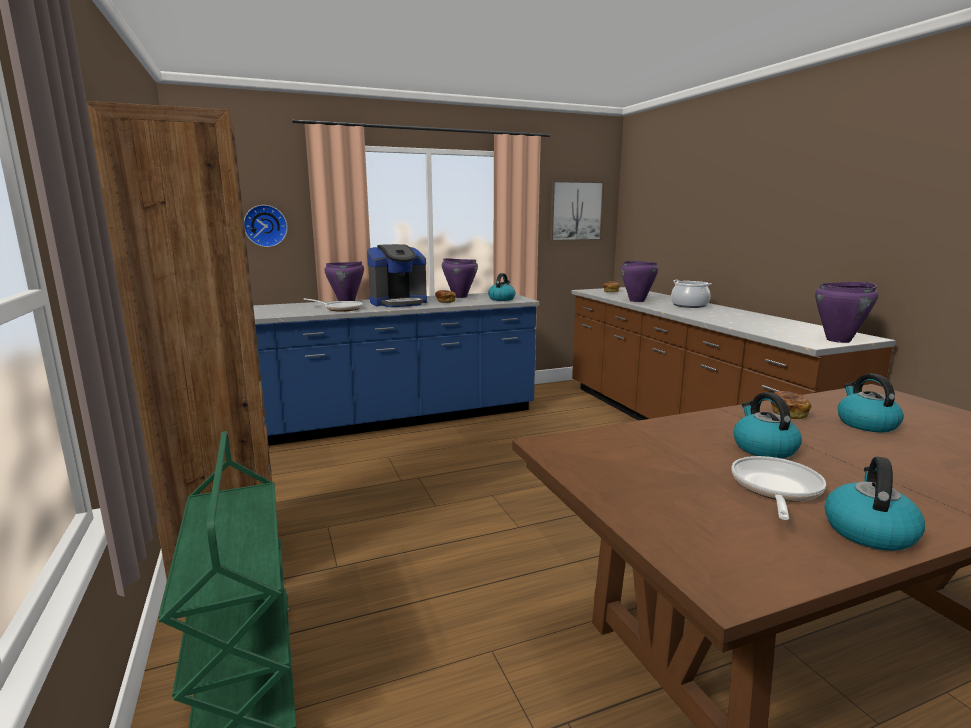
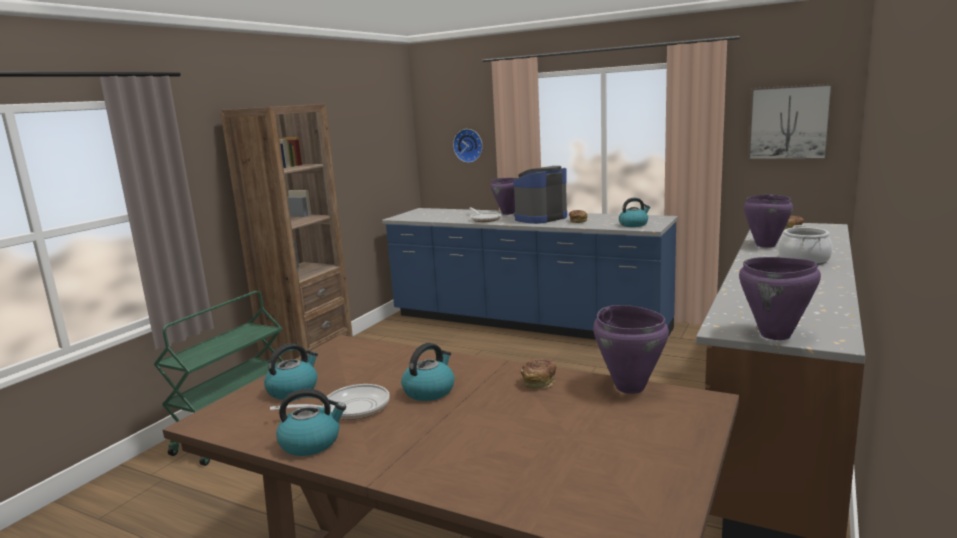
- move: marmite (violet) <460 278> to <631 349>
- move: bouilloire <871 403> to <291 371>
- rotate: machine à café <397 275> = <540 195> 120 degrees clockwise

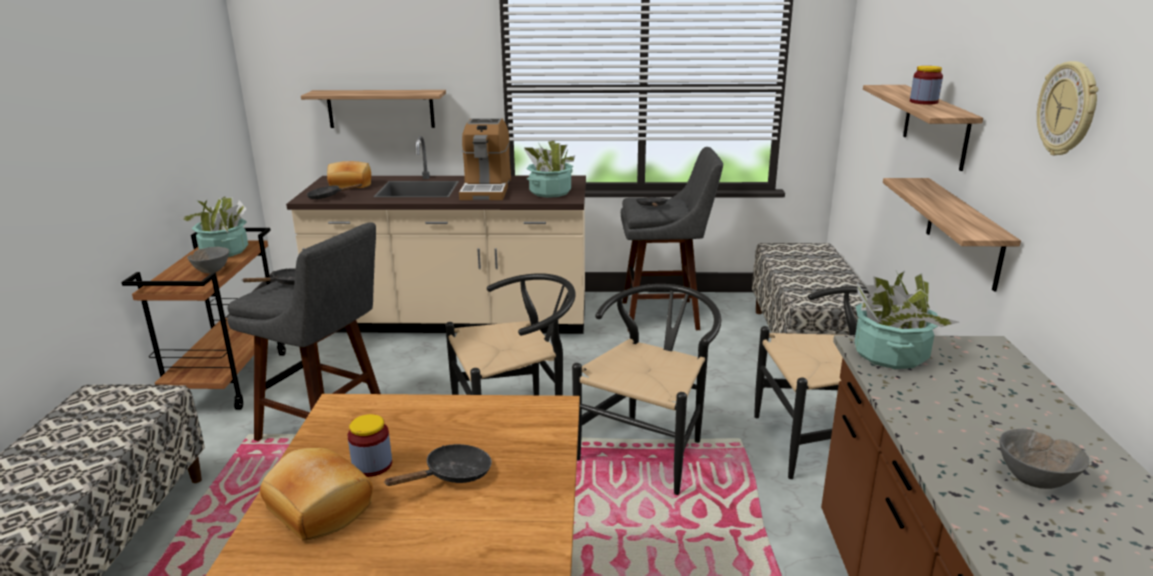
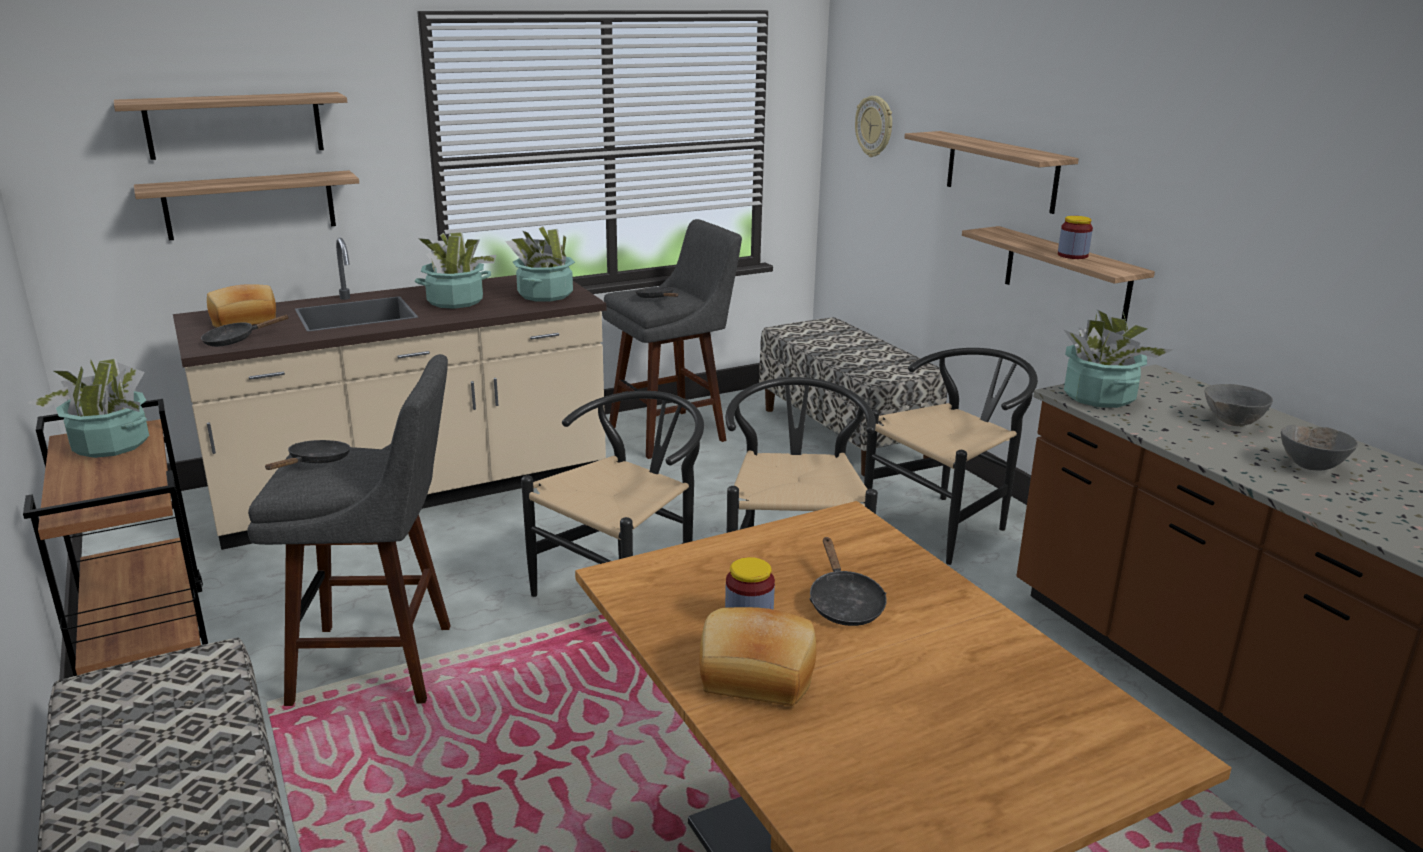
- insert: étagère <230 126>
- move: bol (gris) <208 260> to <1238 405>
- move: bocal <926 85> to <1075 237>
- move: horloge murale <1067 108> to <873 126>
- replace: machine à café <485 159> to plante en pot <455 270>
- rotate: poêle (noir) <438 465> = <848 581> 150 degrees clockwise

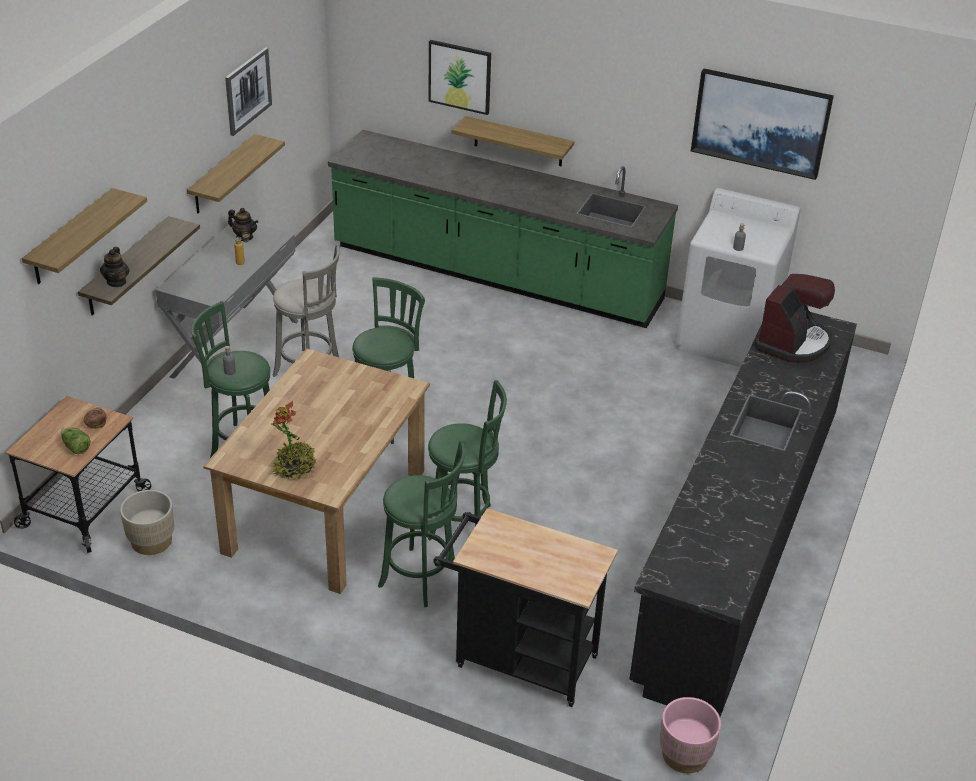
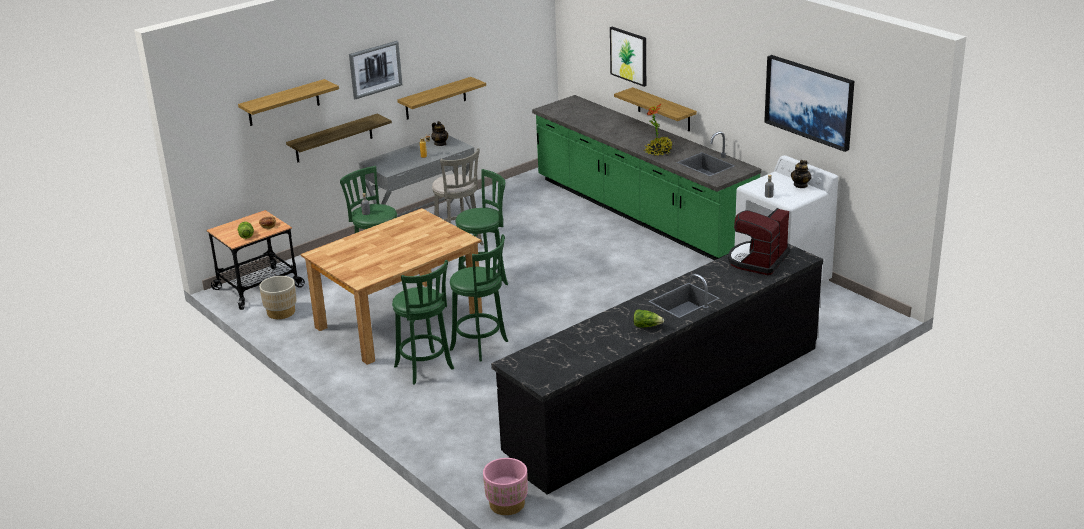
- delete: chariot (noir) <525 607>
- insert: laitue <648 318>
- move: théière <114 267> to <801 174>
- move: tableau <248 91> to <375 70>
- move: plante en pot <293 440> to <658 129>
- rotate: machine à café <795 318> = <759 241> 150 degrees clockwise

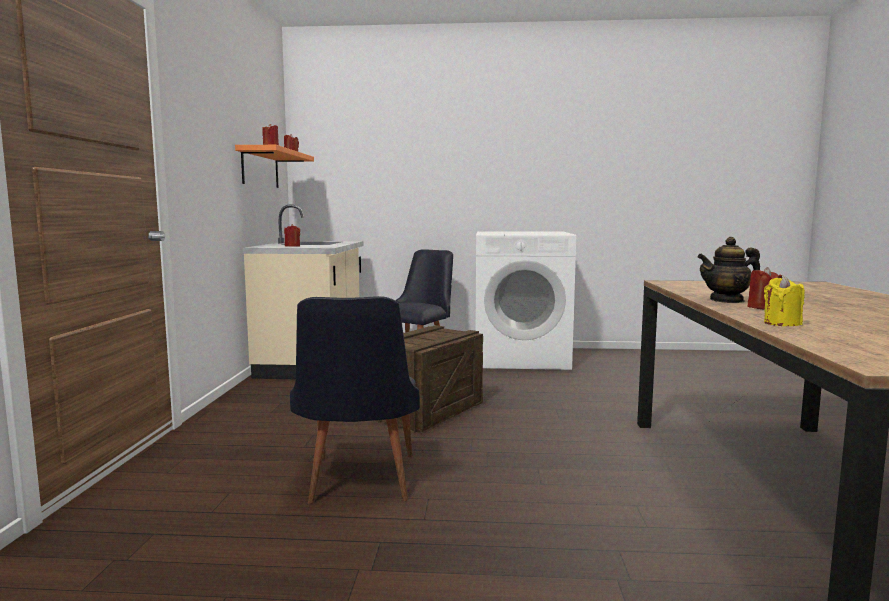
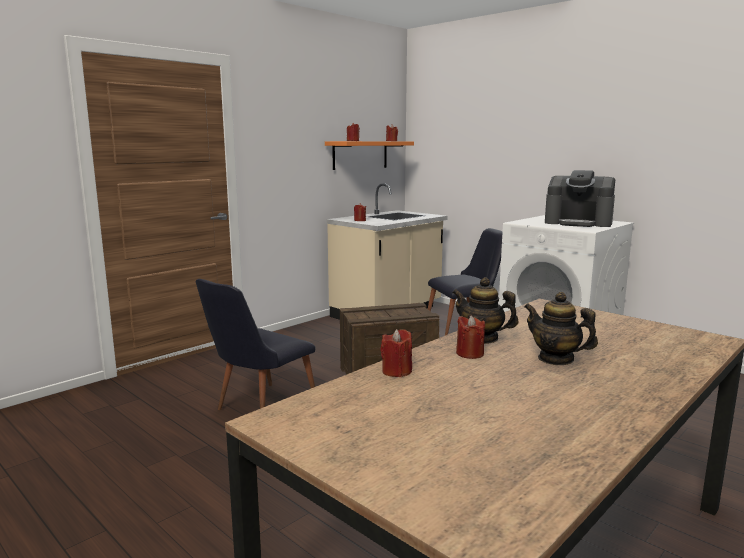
- insert: théière <561 328>
- insert: machine à café <580 198>
- recolor: bougie (jaune) <784 301> to bougie (rouge) <396 353>

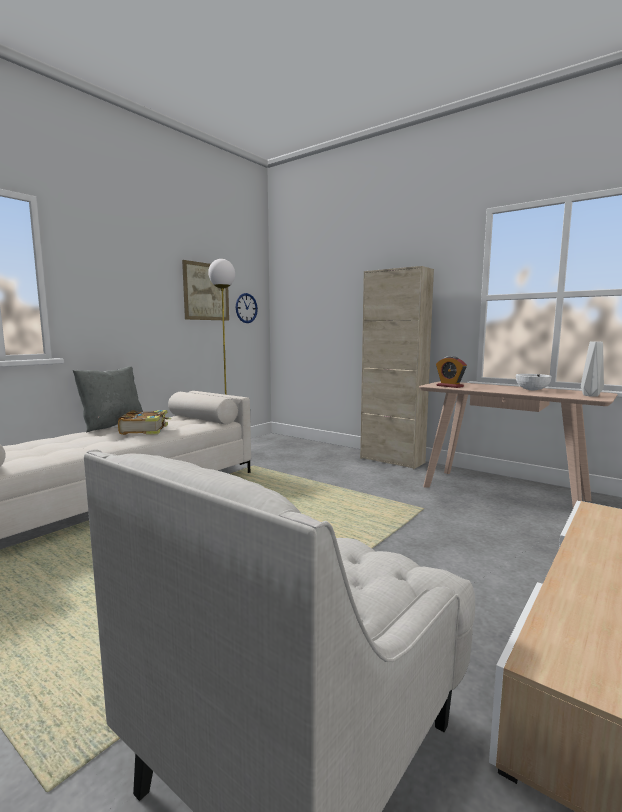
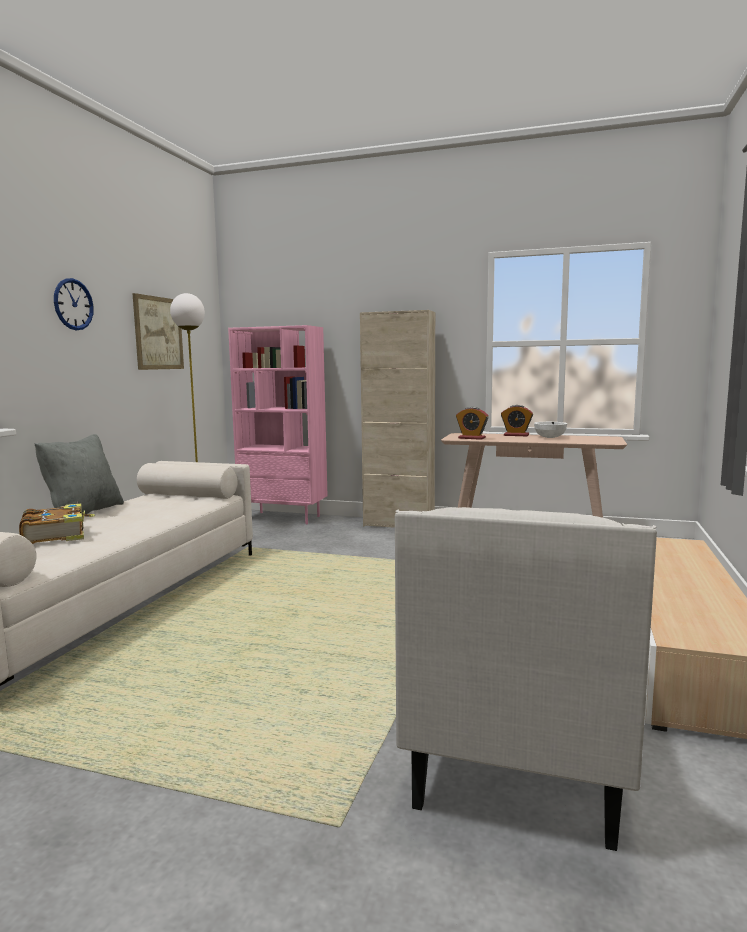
- delete: vase (gris) <592 369>
- insert: bibliothèque (rose) <277 424>
- insert: réveil <517 420>
- move: livre <144 422> to <57 524>
- move: horloge murale <247 308> to <74 304>

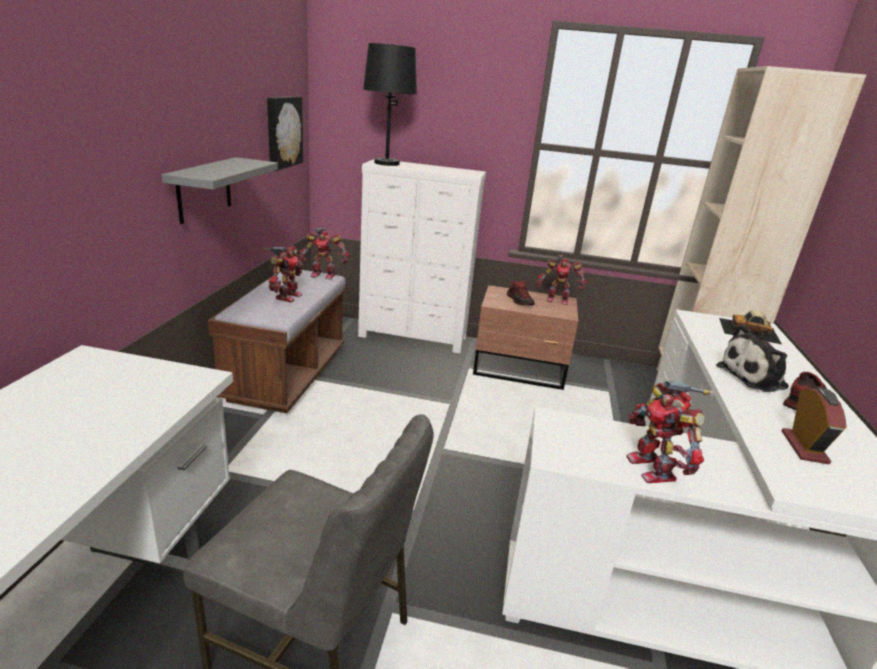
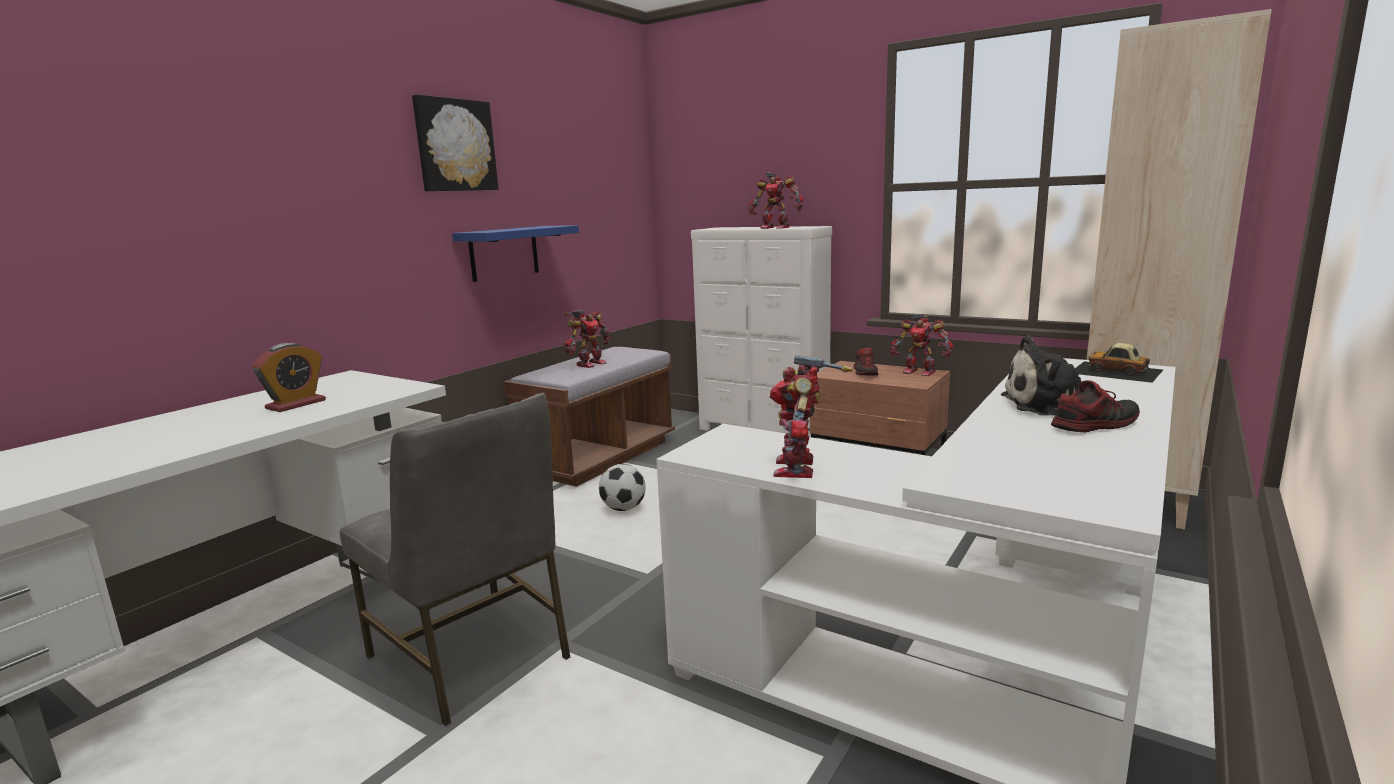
- delete: lampe de table (noir) <390 104>
- insert: ballon de foot <622 487>
- move: tableau <285 133> to <455 143>
- move: robot jouet <324 253> to <776 200>
- move: réveil <814 425> to <289 377>
- recolor: étagère (gris) <220 190> to étagère (bleu) <515 253>

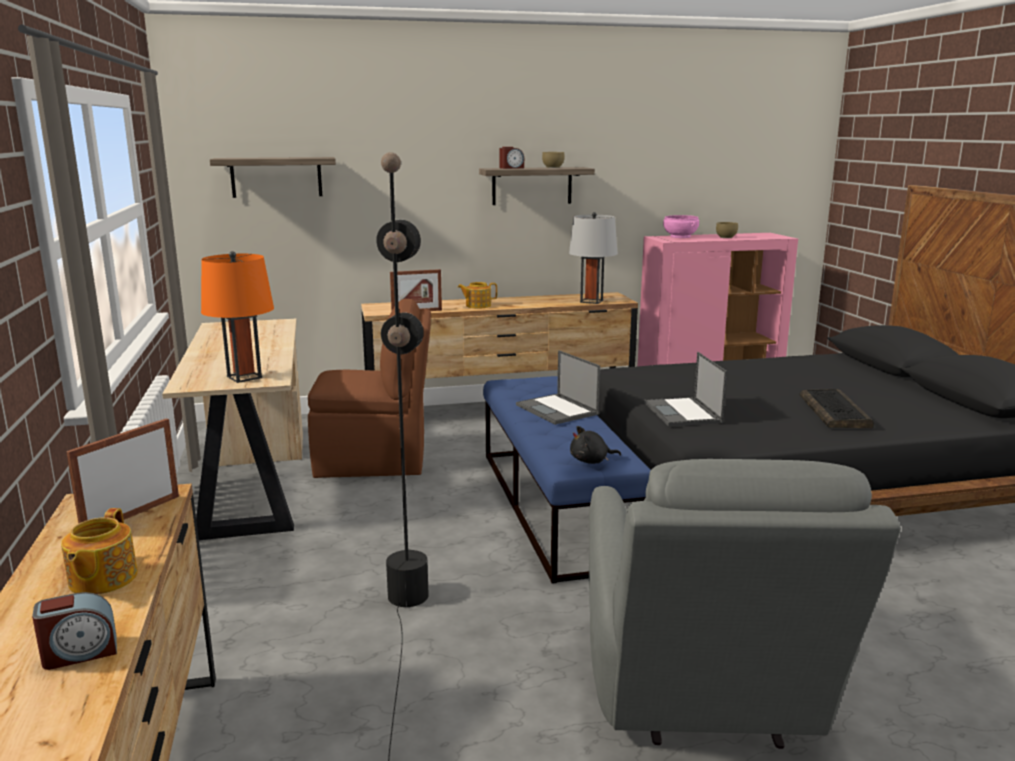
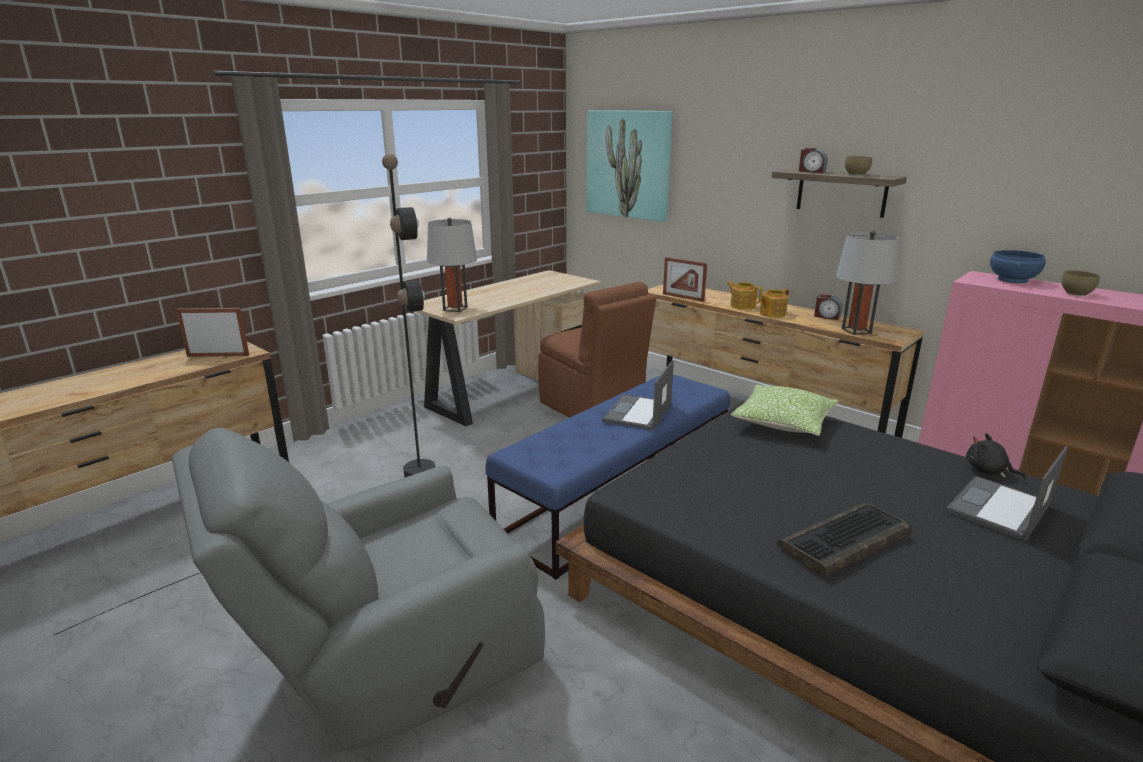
- insert: coussin <784 410>
- move: réveil <74 631> to <828 307>
- move: théière <99 551> to <774 303>
- move: peluche (noir) <595 445> to <996 456>
- move: ordinateur portable <685 389> to <1007 493>
- replace: étagère <273 177> to tableau <629 166>
- recolor: lampe de table (orange) <237 317> to lampe de table (gris) <452 265>
- recolor: bol (rose) <681 226> to bol (bleu) <1018 266>

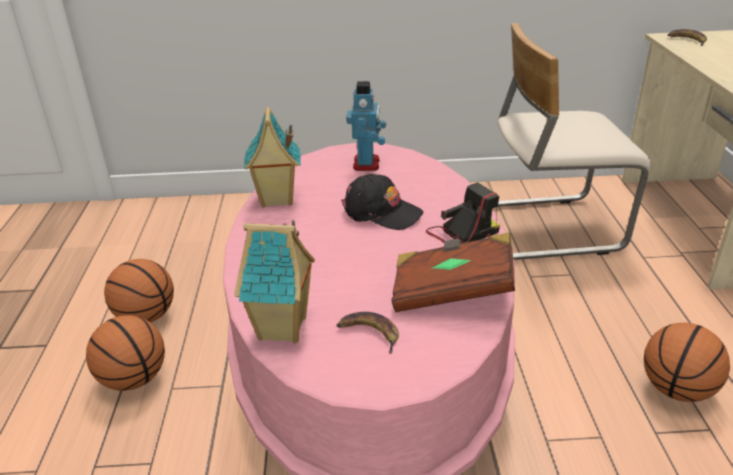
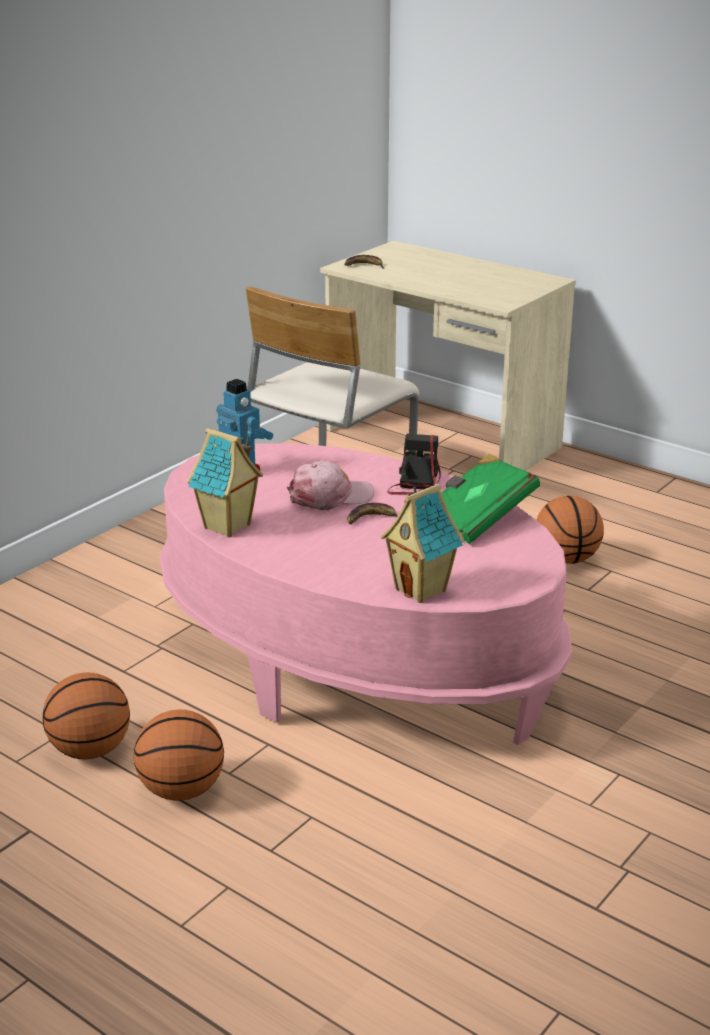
- move: banane <368 333> to <372 513>
- recolor: casquette (noir) <382 202> to casquette (rose) <330 485>
- recolor: livre (marron) <453 272> to livre (vert) <490 499>

